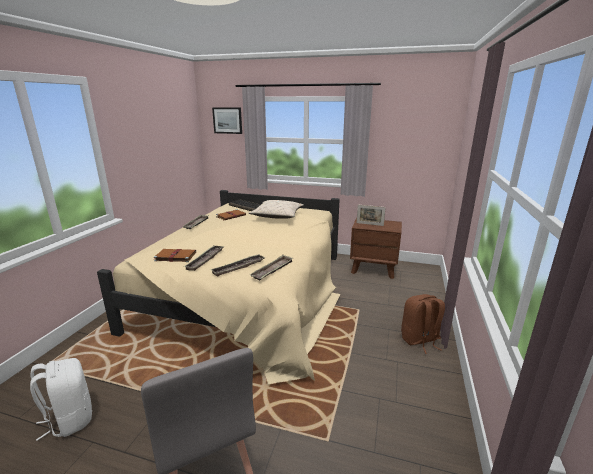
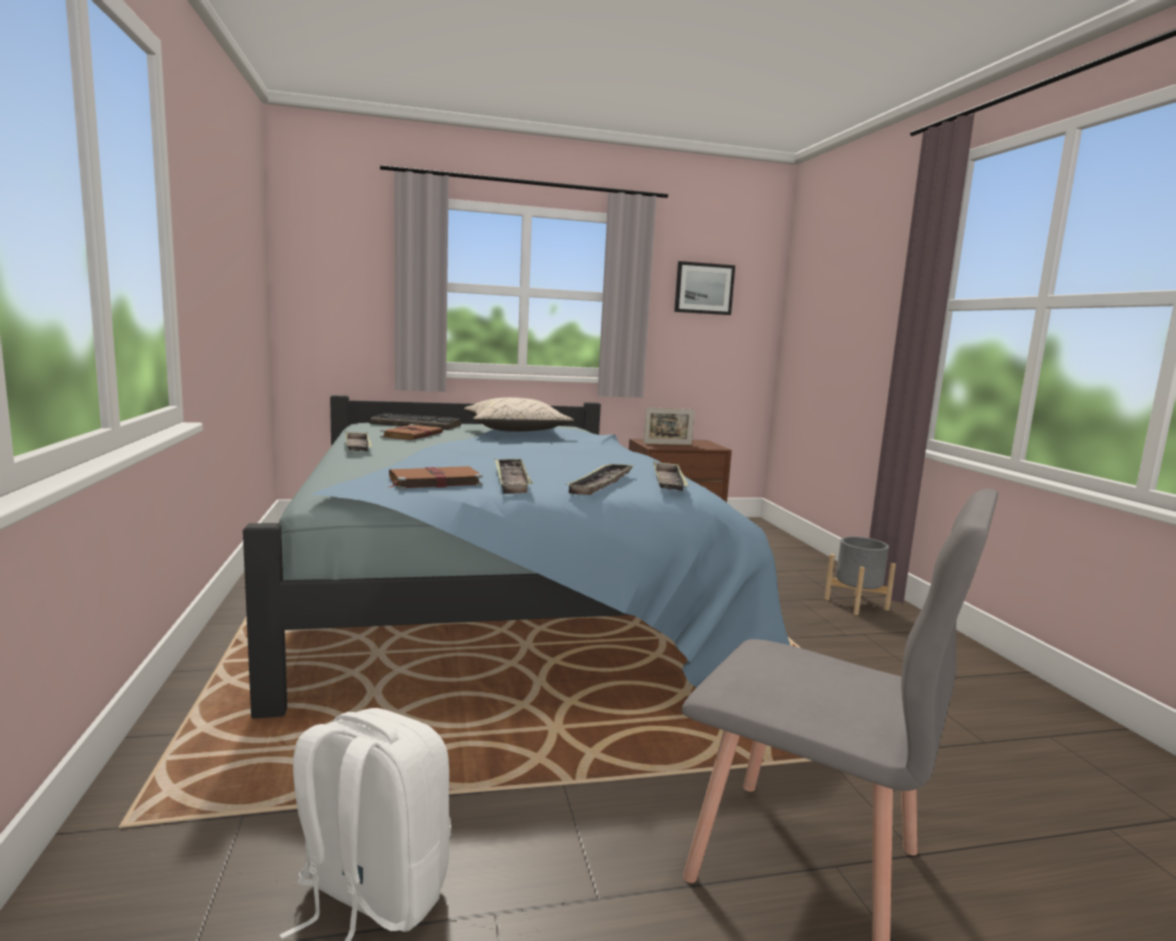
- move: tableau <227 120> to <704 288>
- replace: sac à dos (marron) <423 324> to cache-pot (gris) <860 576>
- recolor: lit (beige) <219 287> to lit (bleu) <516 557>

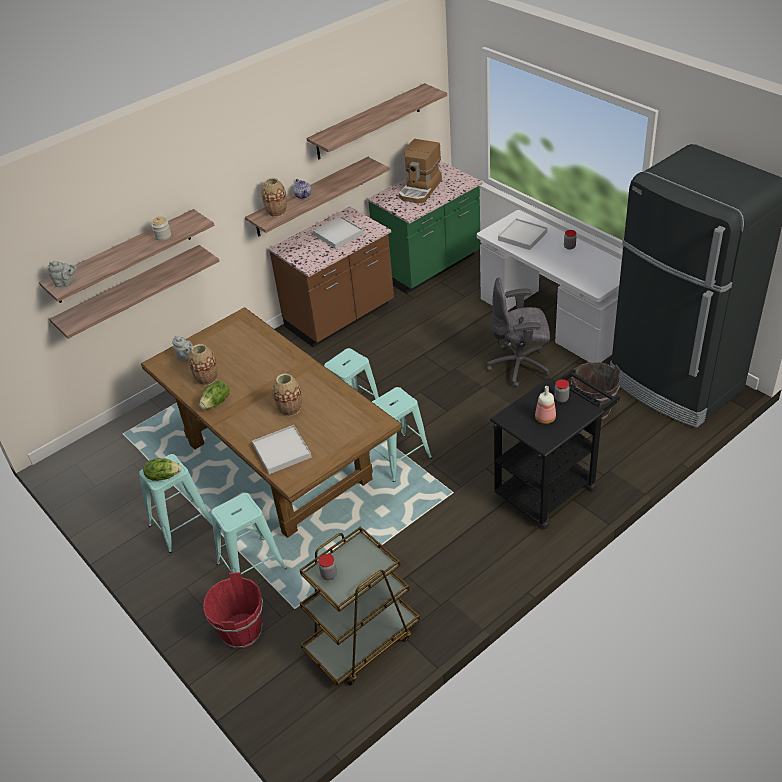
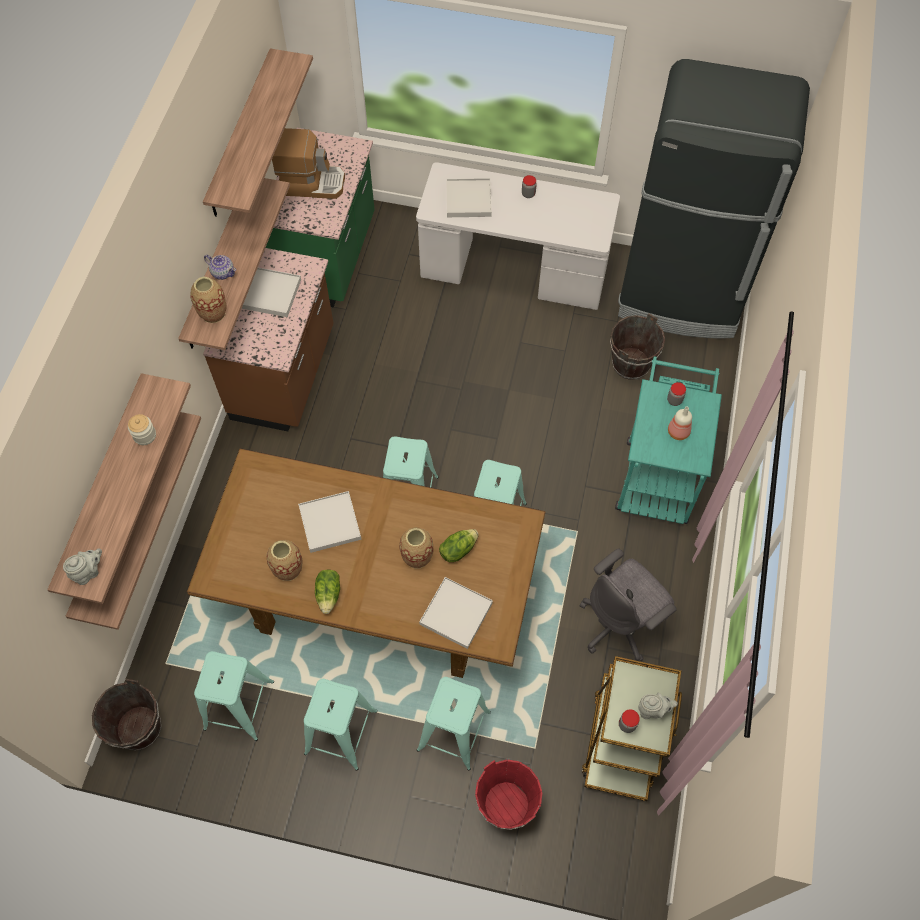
- insert: seau (marron) <127 714>
- insert: tabouret (turquoise) <234 696>
- insert: plateau (blanc) <329 522>
- move: laitue <162 469> to <459 545>
- move: théière (gris) <183 349> to <658 705>
- move: chaise de bureau (gris) <518 333> to <628 605>
- recolor: chariot (noir) <555 449> to chariot (turquoise) <668 440>
- rotate: machine à café <420 171> = <308 163> 75 degrees counterclockwise

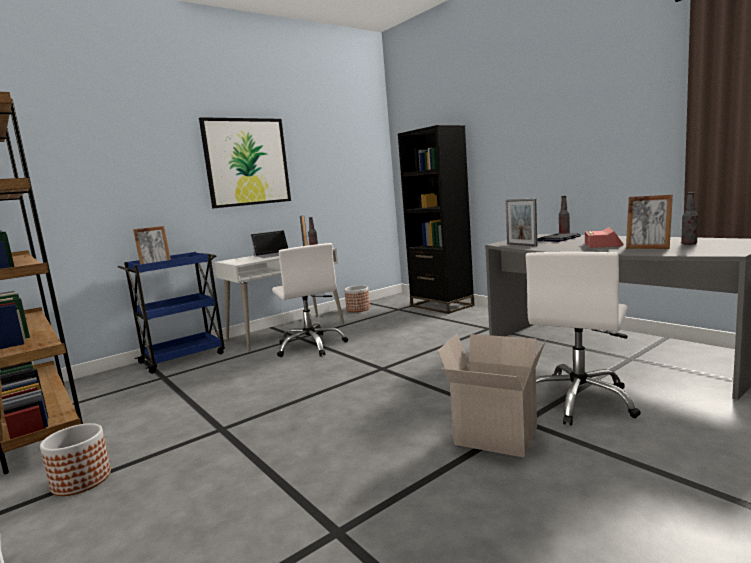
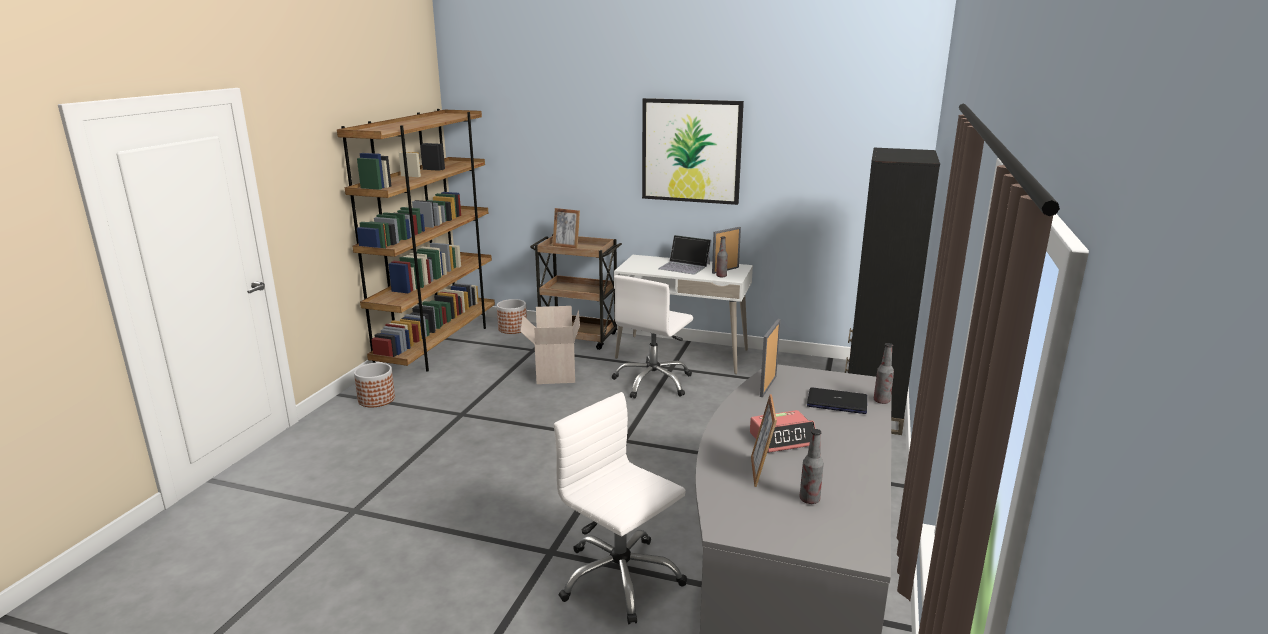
- move: cache-pot <357 298> to <512 316>
- move: carton <492 396> to <550 345>
- recolor: chariot (bleu) <171 313> to chariot (marron) <576 292>
- rotate: chaise de bureau (blanc) <583 339> = <620 508> 45 degrees clockwise

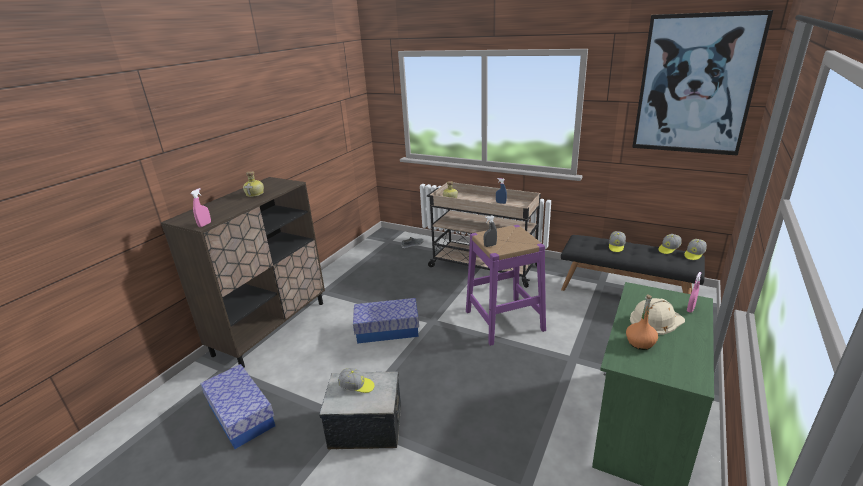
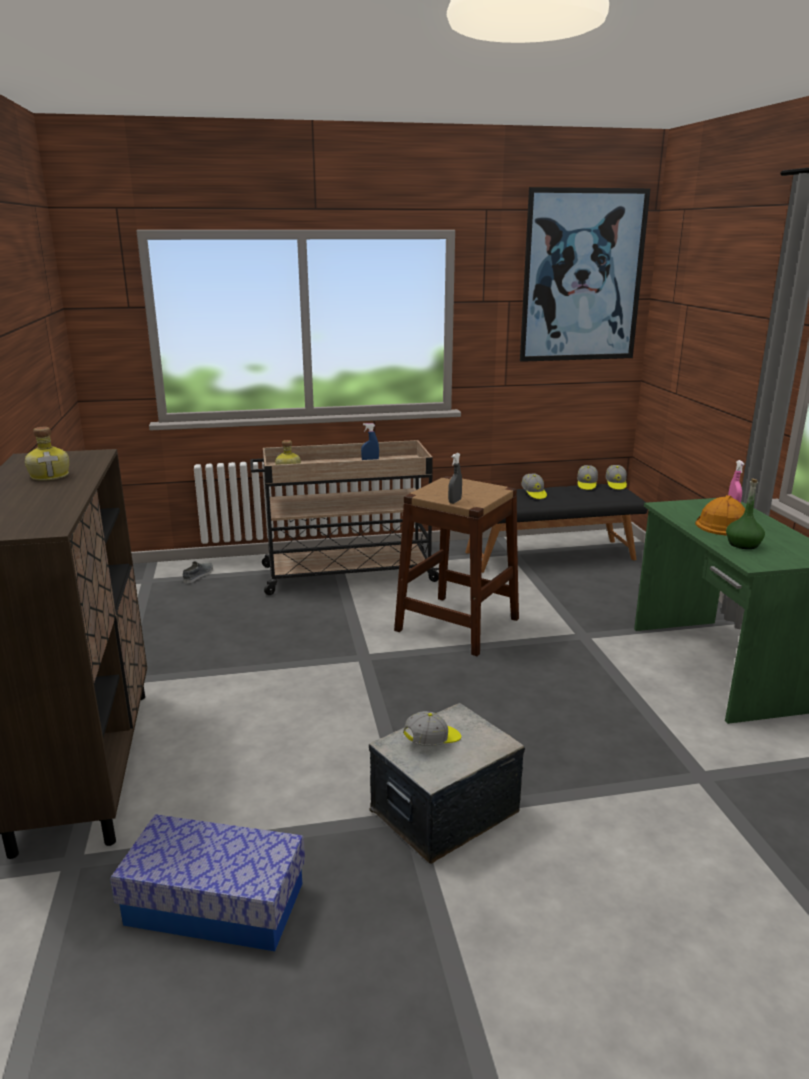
- delete: vaporisateur (rose) <200 207>
- delete: boîte de rangement <386 321>
- recolor: tabouret (violet) <506 285> to tabouret (marron) <456 566>
- recolor: bouteille (orange) <642 322> to bouteille (vert) <745 513>
- recolor: casque de chantier (beige) <657 316> to casque de chantier (orange) <720 515>

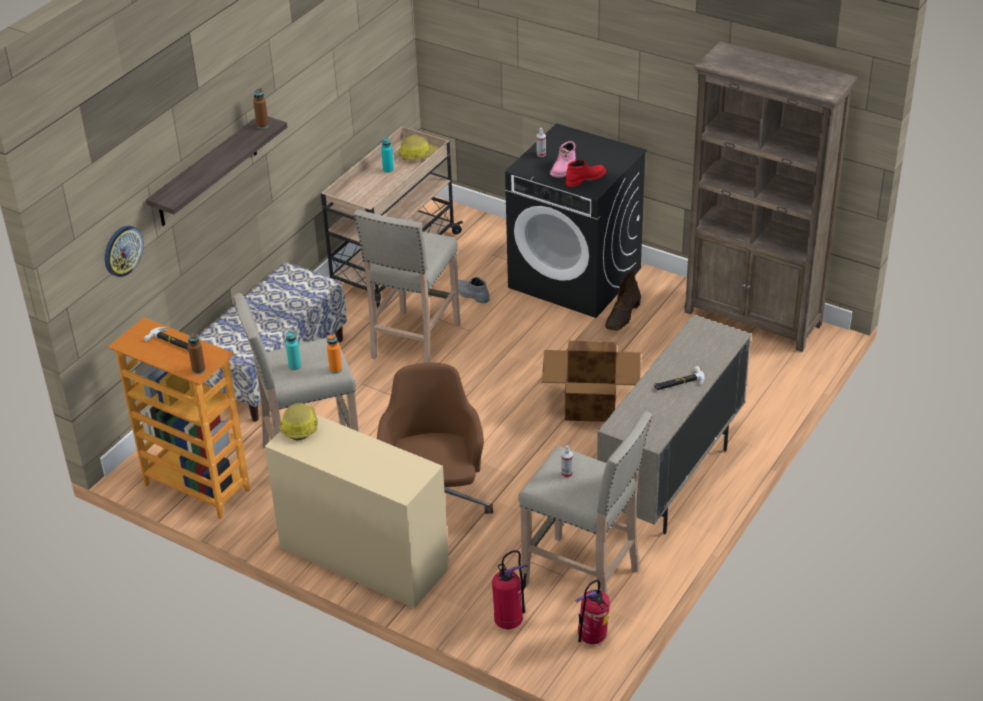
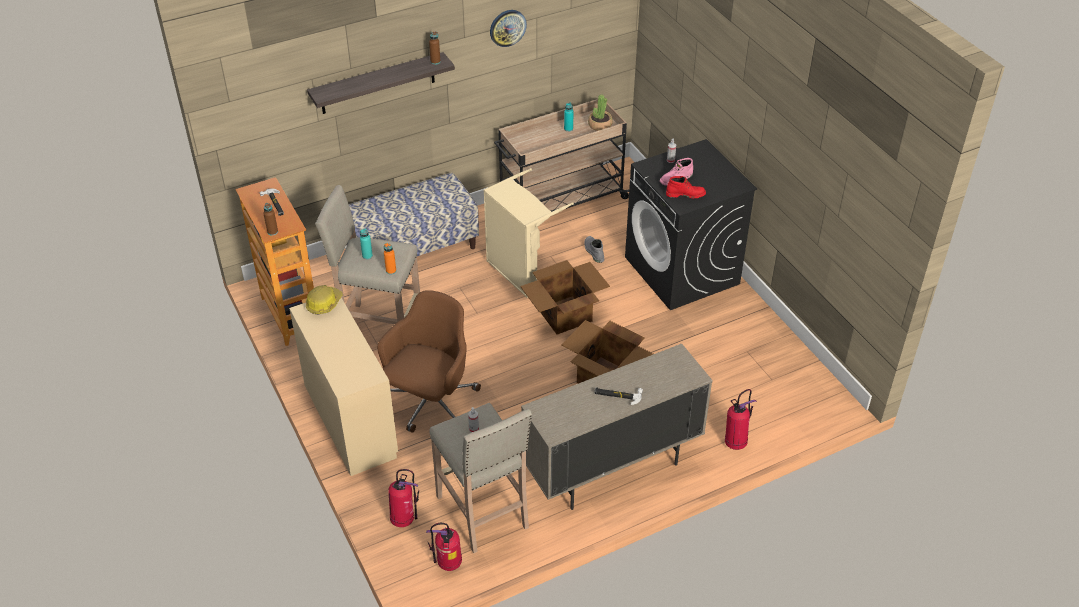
- delete: botte (marron) <623 300>
- delete: bibliothèque (marron) <770 196>
- insert: carton <565 297>
- insert: extincteur <741 419>
- move: horloge murale <124 251> to <508 28>
- replace: tabouret (beige) <407 286> to panier à linge (beige) <529 233>
- replace: casque de chantier <418 148> to plante en pot <600 112>

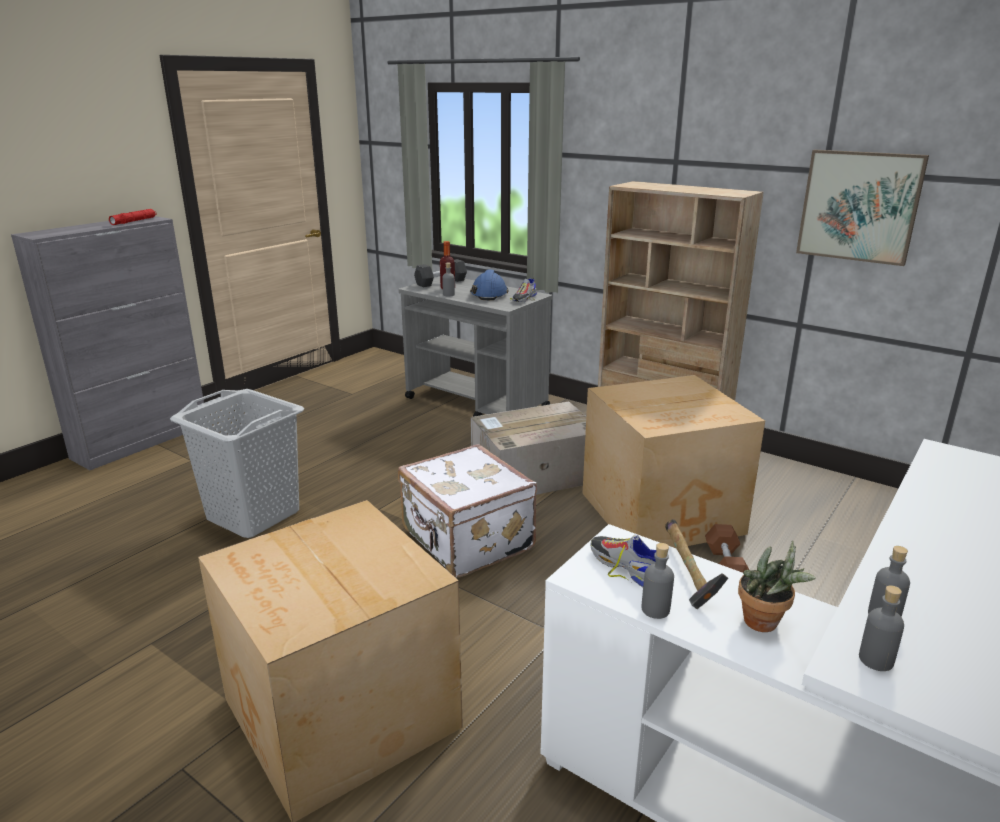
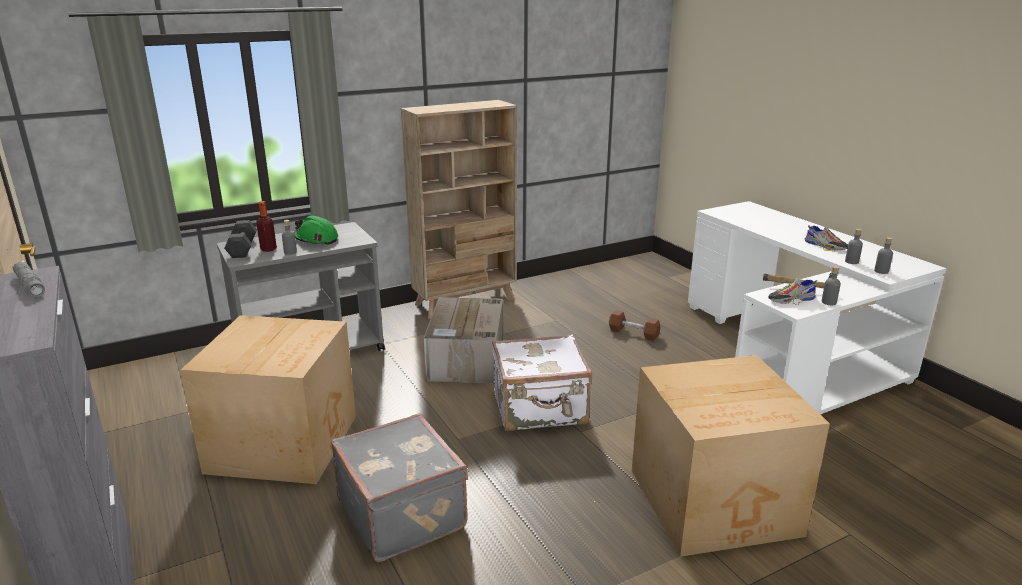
- delete: plante en pot <777 586>
- delete: tableau <862 208>
- move: chaussure <523 290> to <826 238>
- move: carton <673 461> to <268 399>
- replace: panier à linge (gris) <237 463> to valise (gris) <399 487>
- recolor: lampe de poche (rouge) <132 217> to lampe de poche (gris) <28 279>
- recolor: casque de chantier (bleu) <489 285> to casque de chantier (vert) <316 230>

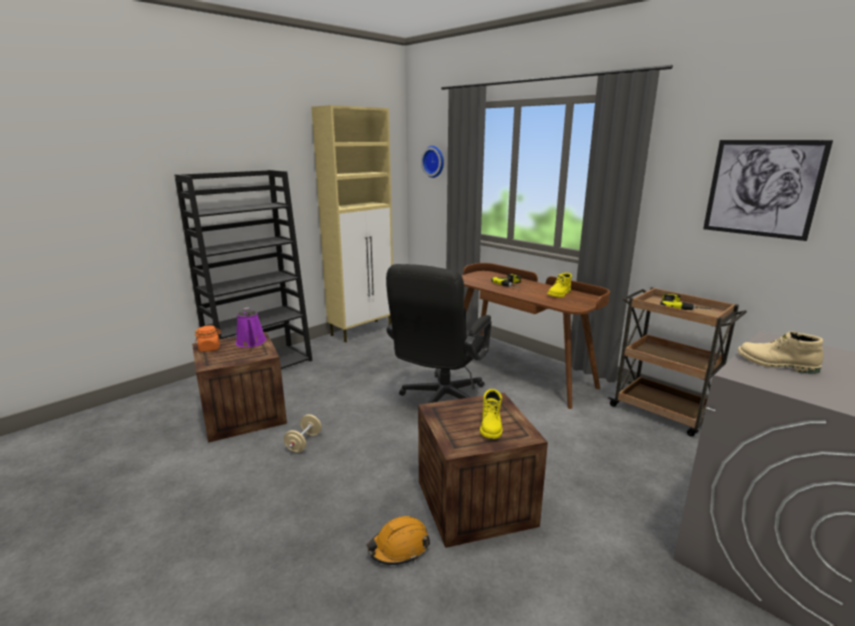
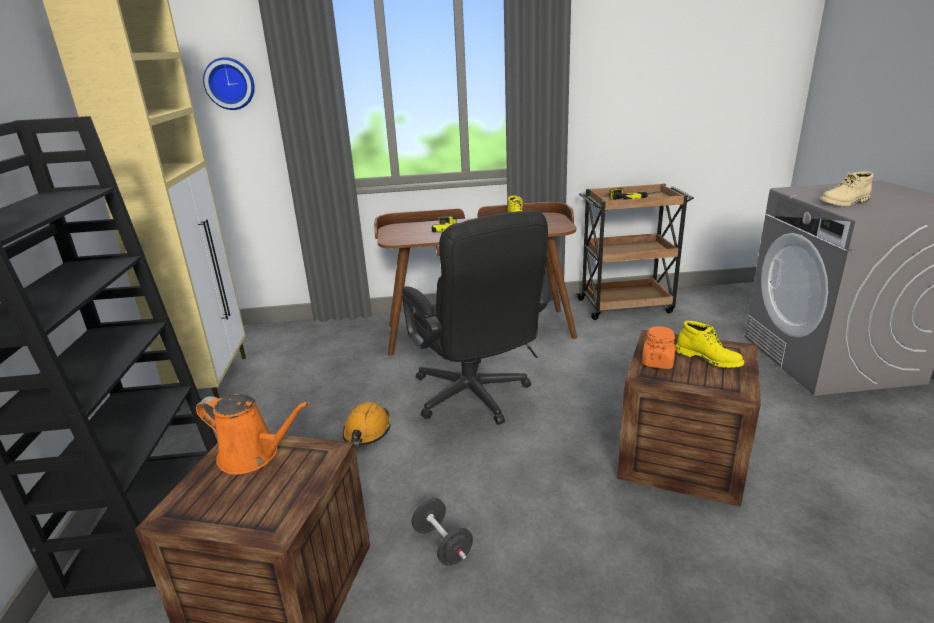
- delete: tableau <768 190>
- move: bocal (orange) <208 339> to <659 347>
- move: casque de chantier (orange) <398 540> to <367 423>
- recolor: arrosoir (violet) <251 327> to arrosoir (orange) <253 434>
- recolor: haltère (beige) <303 433> to haltère (noir) <442 531>

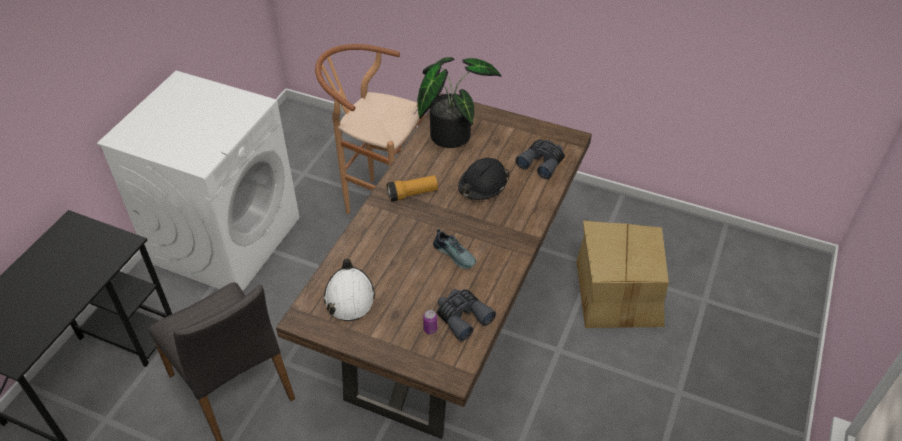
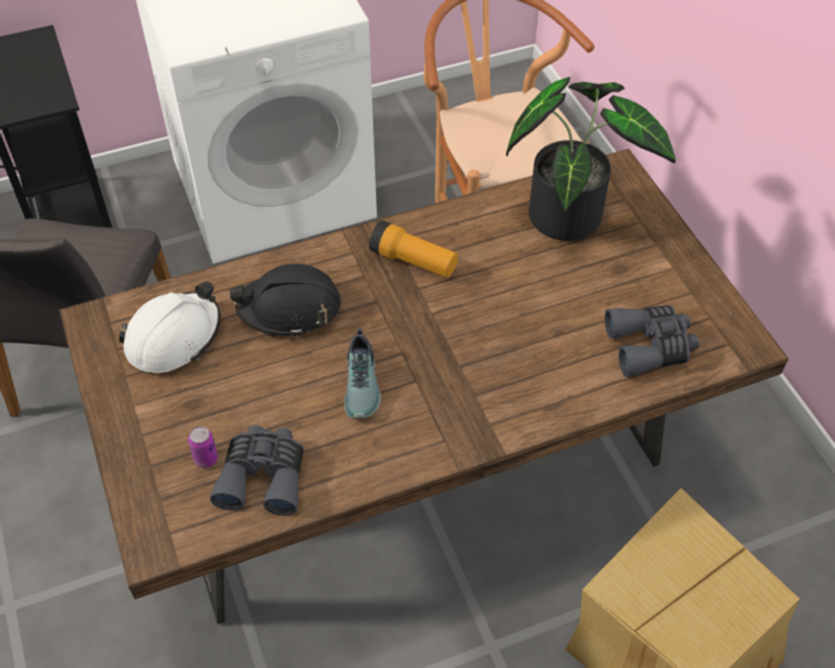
- move: casque de chantier (noir) <484 179> to <285 300>

